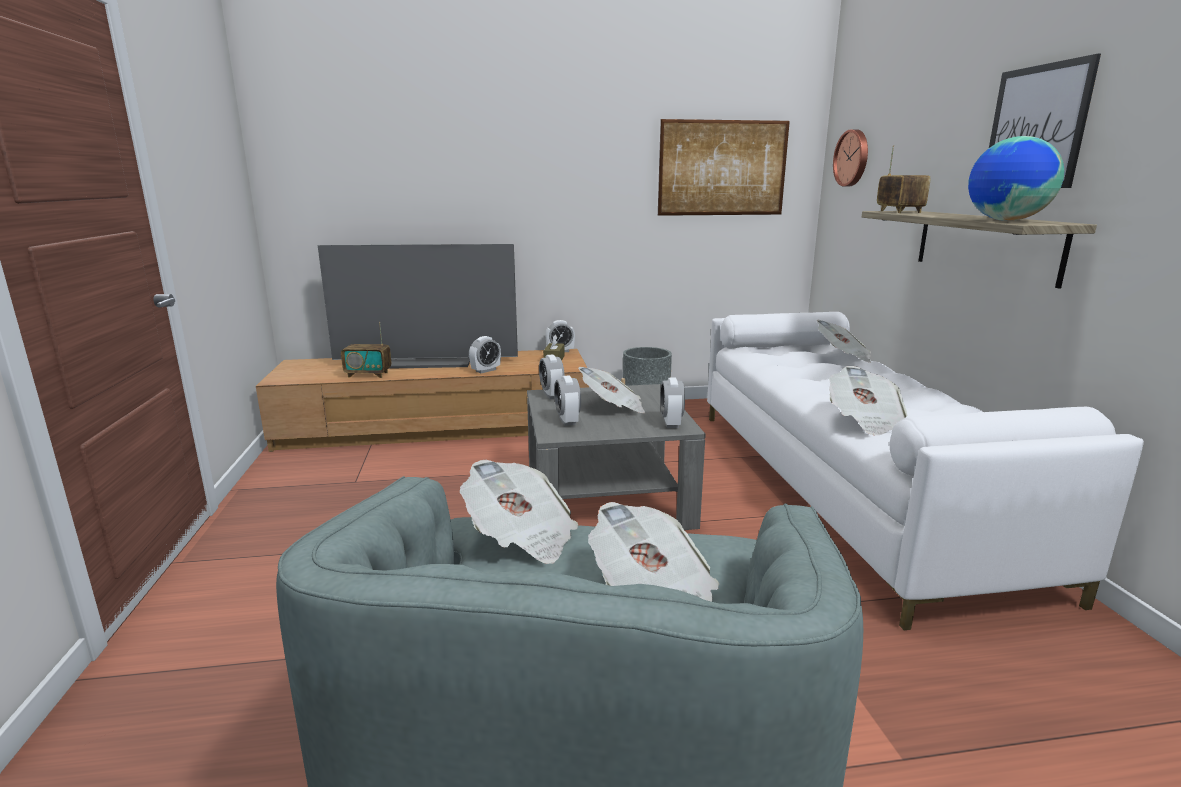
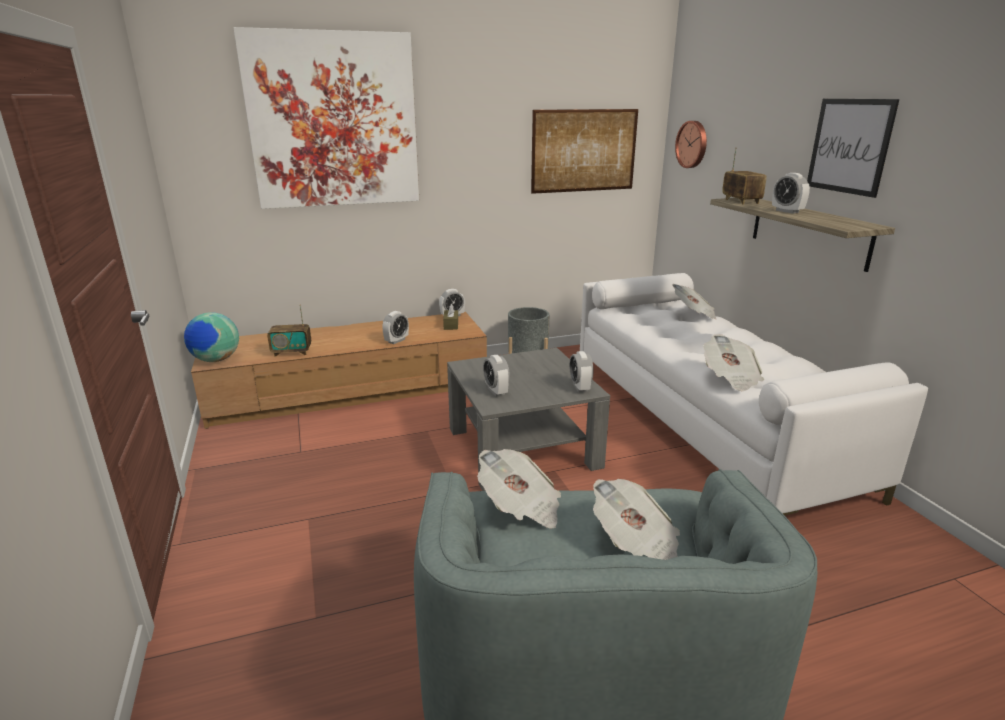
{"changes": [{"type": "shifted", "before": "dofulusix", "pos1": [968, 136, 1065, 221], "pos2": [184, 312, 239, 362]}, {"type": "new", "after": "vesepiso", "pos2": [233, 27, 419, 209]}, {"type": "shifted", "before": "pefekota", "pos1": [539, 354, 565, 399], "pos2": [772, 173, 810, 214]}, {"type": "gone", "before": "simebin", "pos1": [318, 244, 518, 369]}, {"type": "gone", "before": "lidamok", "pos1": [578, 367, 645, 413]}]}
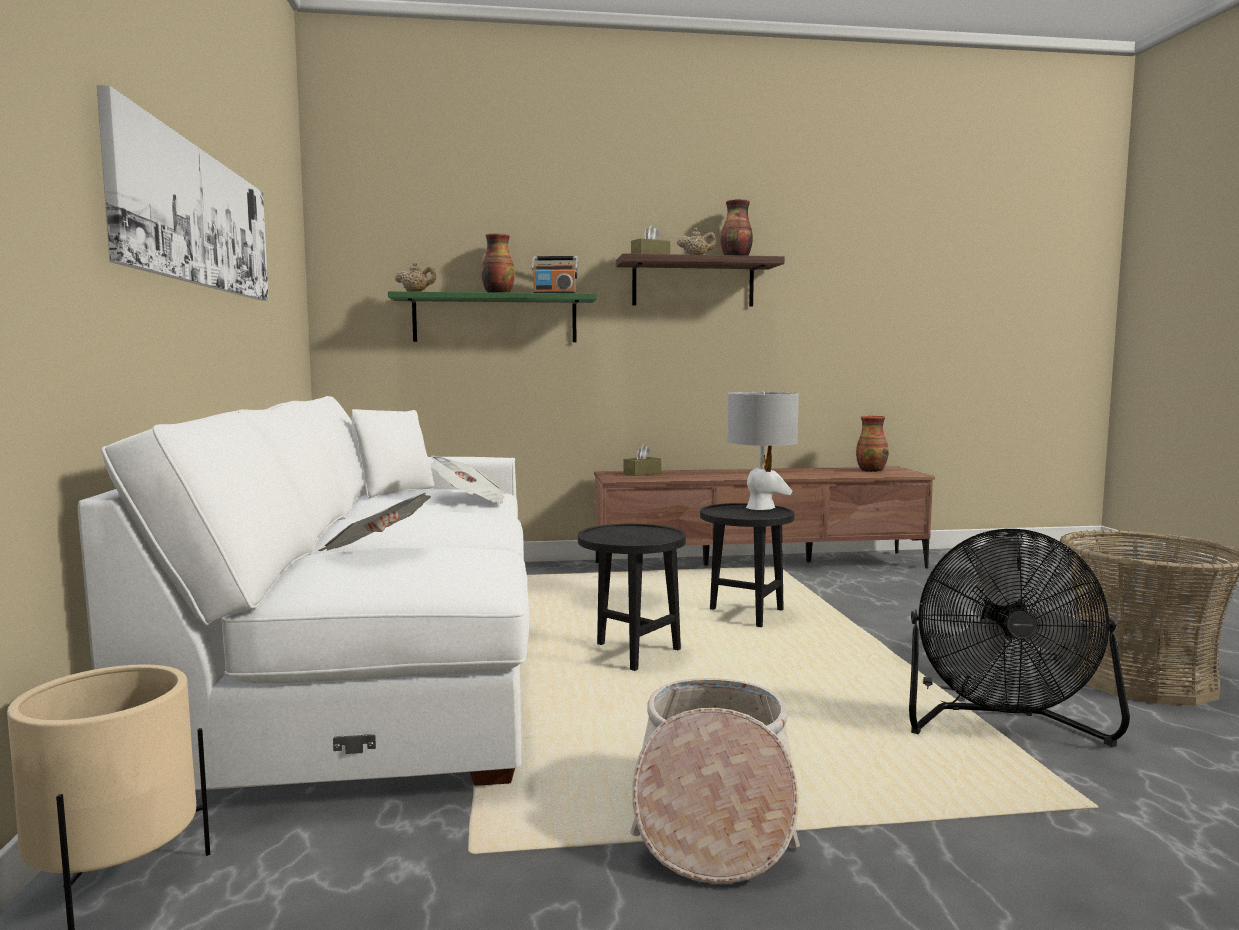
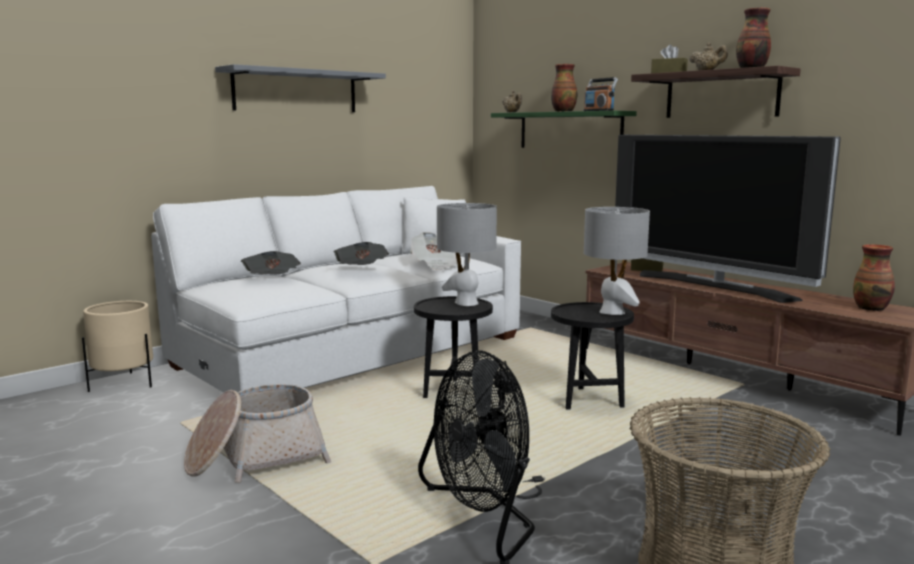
{"changes": [{"type": "swapped", "before": "vesepiso", "after": "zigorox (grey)", "pos1": [97, 85, 269, 301], "pos2": [215, 64, 386, 112]}, {"type": "new", "after": "lidamok", "pos2": [333, 242, 389, 265]}, {"type": "new", "after": "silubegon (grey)", "pos2": [437, 203, 497, 306]}, {"type": "new", "after": "simebin", "pos2": [615, 135, 841, 303]}]}
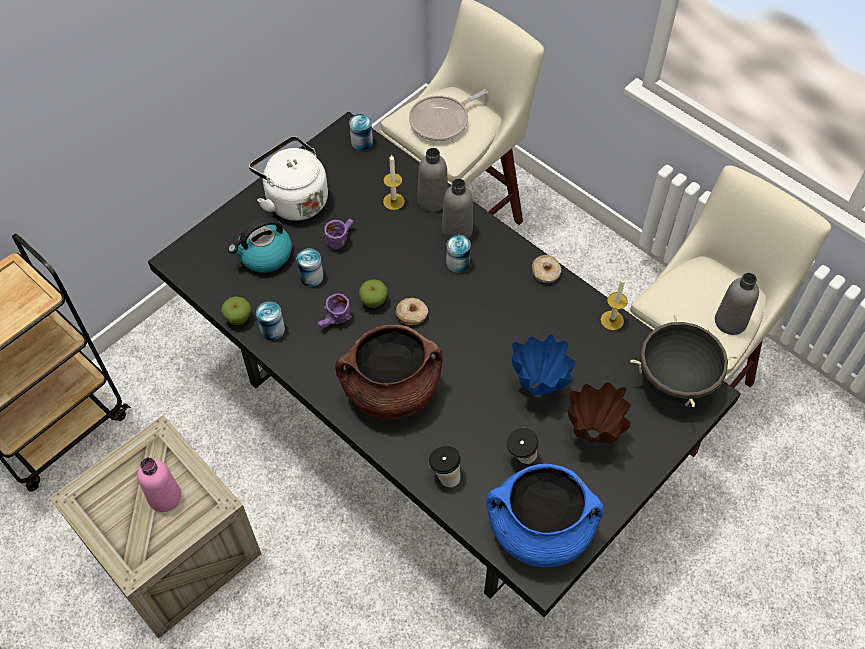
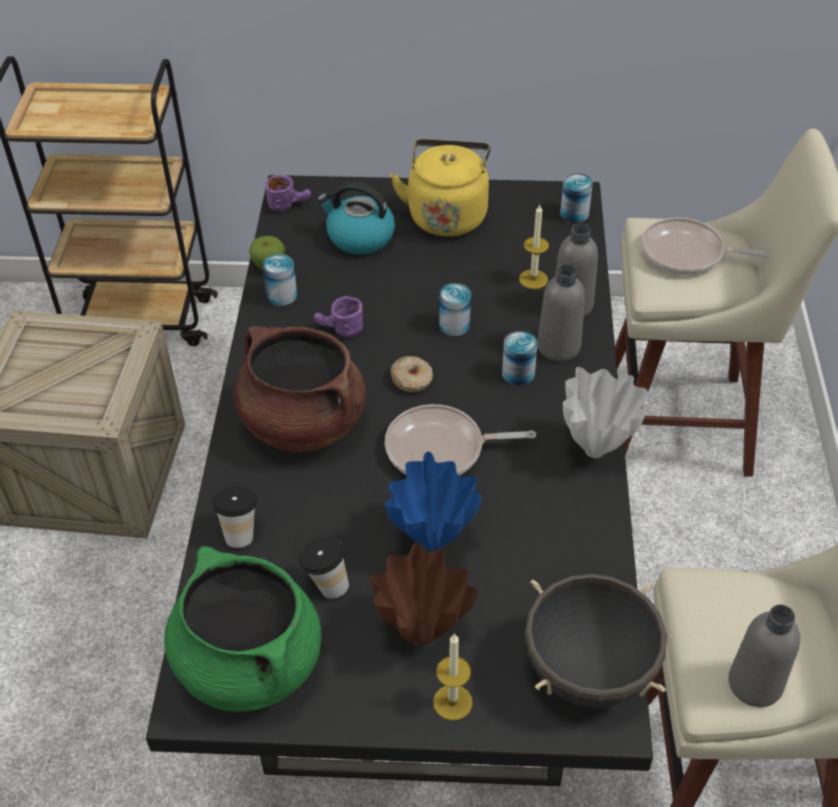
{"changes": [{"type": "repainted", "before": "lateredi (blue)", "after": "lateredi (green)", "pos1": [486, 464, 604, 567], "pos2": [164, 546, 321, 712]}, {"type": "shifted", "before": "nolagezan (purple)", "pos1": [323, 219, 354, 250], "pos2": [265, 175, 311, 212]}, {"type": "new", "after": "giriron", "pos2": [385, 404, 536, 476]}, {"type": "repainted", "before": "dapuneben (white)", "after": "dapuneben (yellow)", "pos1": [249, 136, 328, 221], "pos2": [390, 139, 491, 237]}, {"type": "shifted", "before": "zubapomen", "pos1": [601, 277, 628, 330], "pos2": [433, 633, 473, 720]}, {"type": "shifted", "before": "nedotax", "pos1": [297, 248, 324, 287], "pos2": [439, 283, 471, 336]}, {"type": "swapped", "before": "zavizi", "after": "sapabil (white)", "pos1": [532, 255, 561, 283], "pos2": [563, 367, 648, 458]}, {"type": "gone", "before": "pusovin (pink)", "pos1": [137, 457, 181, 512]}, {"type": "gone", "before": "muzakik", "pos1": [359, 280, 388, 308]}]}
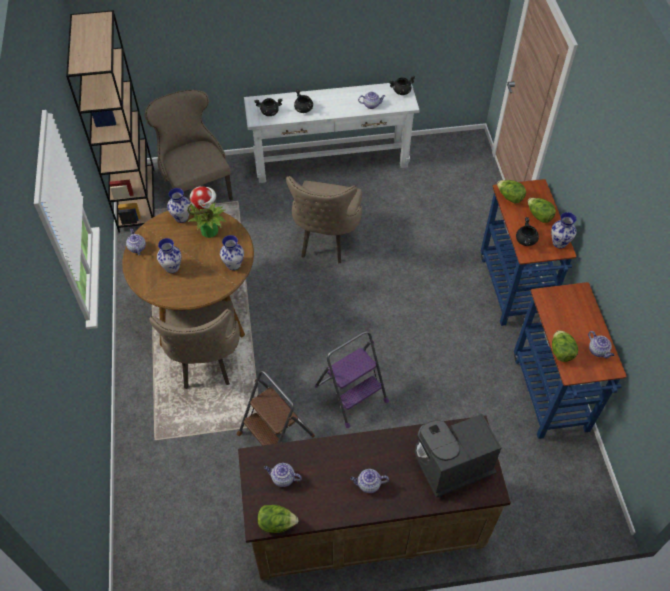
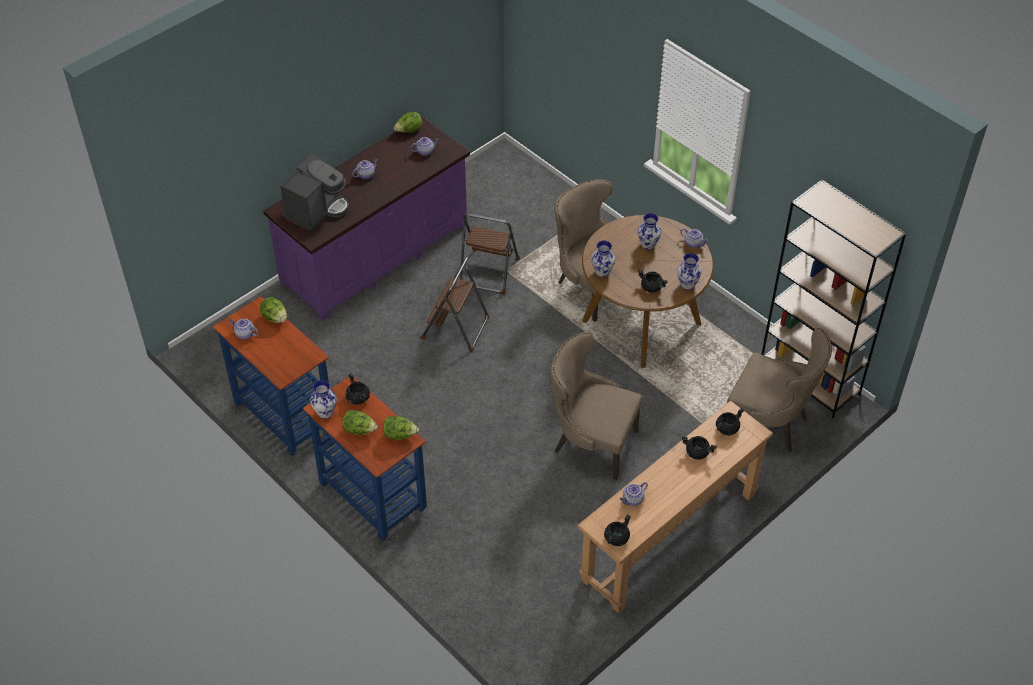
{"changes": [{"type": "repainted", "before": "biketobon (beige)", "after": "biketobon (purple)", "pos1": [238, 416, 511, 581], "pos2": [263, 116, 470, 320]}, {"type": "repainted", "before": "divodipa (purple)", "after": "divodipa (brown)", "pos1": [315, 331, 389, 428], "pos2": [420, 256, 489, 352]}, {"type": "rotated", "before": "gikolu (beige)", "pos1": [286, 176, 362, 264], "pos2": [550, 332, 642, 480], "turn": -45}, {"type": "repainted", "before": "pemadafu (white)", "after": "pemadafu (brown)", "pos1": [244, 83, 420, 183], "pos2": [577, 401, 773, 614]}, {"type": "swapped", "before": "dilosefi", "after": "lateredi (black)", "pos1": [187, 186, 226, 238], "pos2": [638, 270, 668, 293]}]}
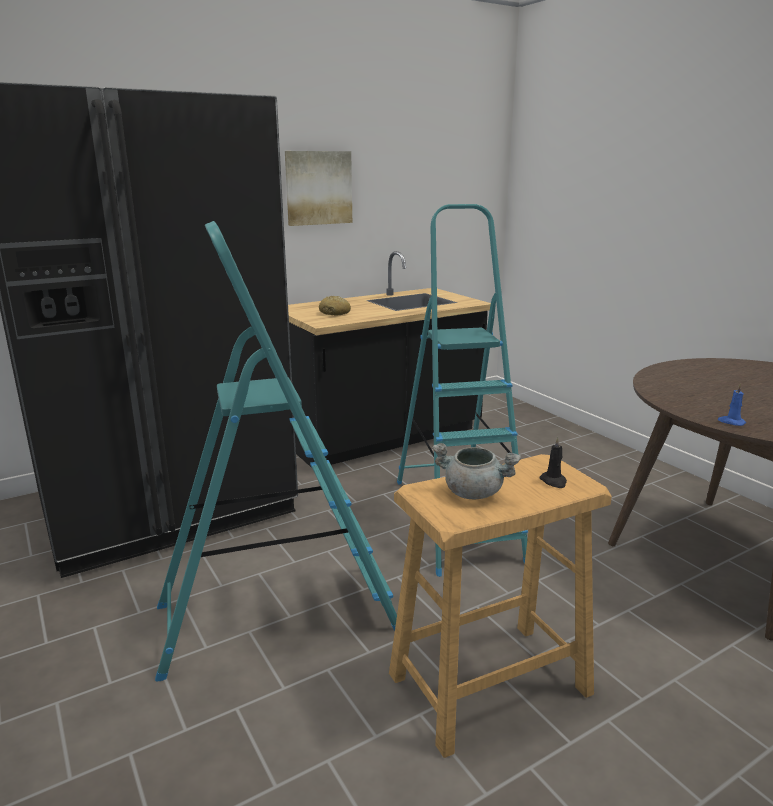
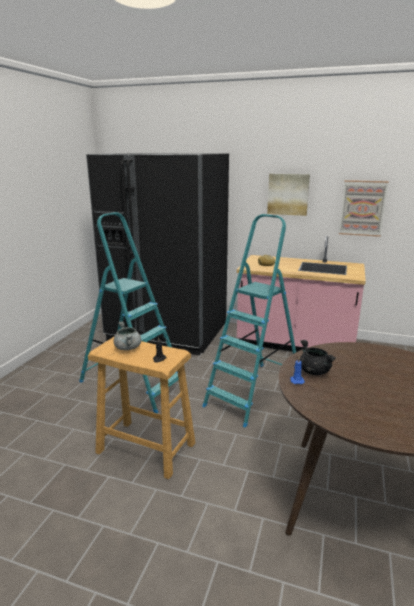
{"changes": [{"type": "repainted", "before": "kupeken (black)", "after": "kupeken (pink)", "pos1": [288, 251, 491, 468], "pos2": [237, 236, 366, 352]}, {"type": "new", "after": "lateredi (black)", "pos2": [300, 340, 336, 375]}, {"type": "new", "after": "vesepiso", "pos2": [339, 180, 389, 237]}]}
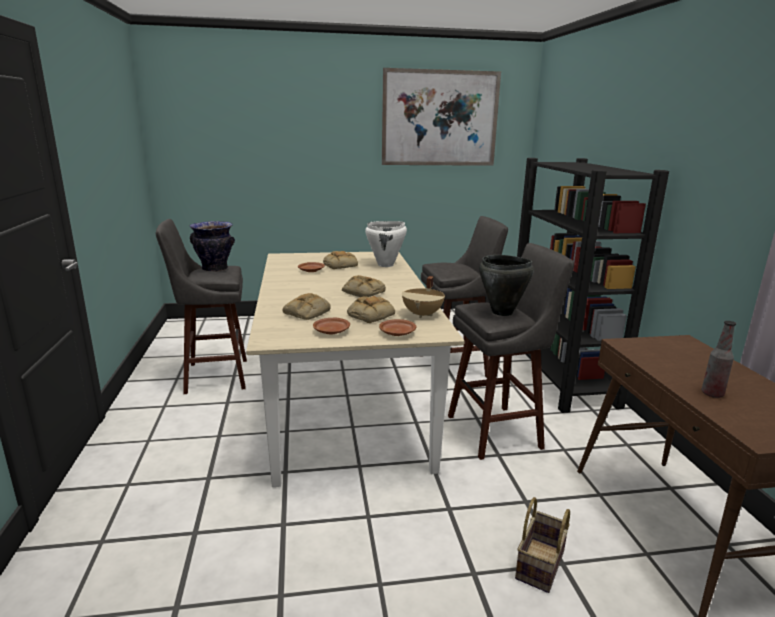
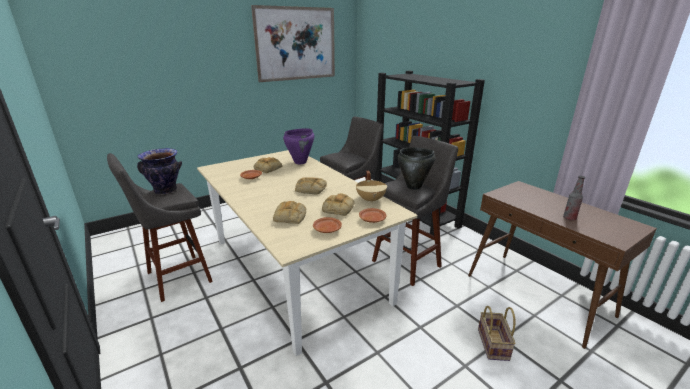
{"changes": [{"type": "repainted", "before": "lateredi (white)", "after": "lateredi (purple)", "pos1": [365, 221, 407, 267], "pos2": [283, 128, 314, 164]}]}
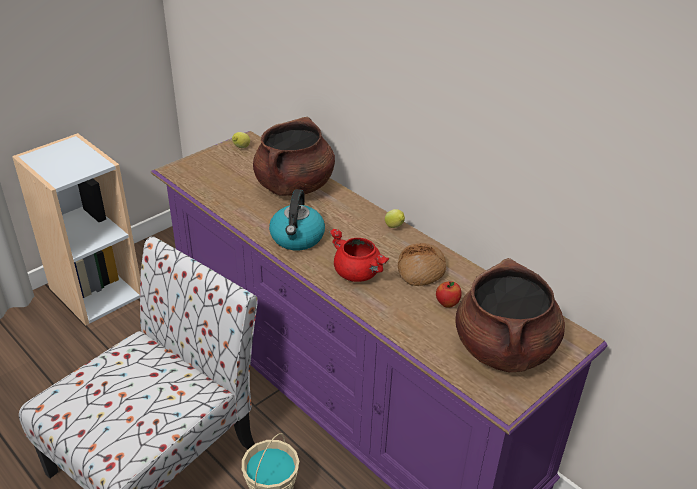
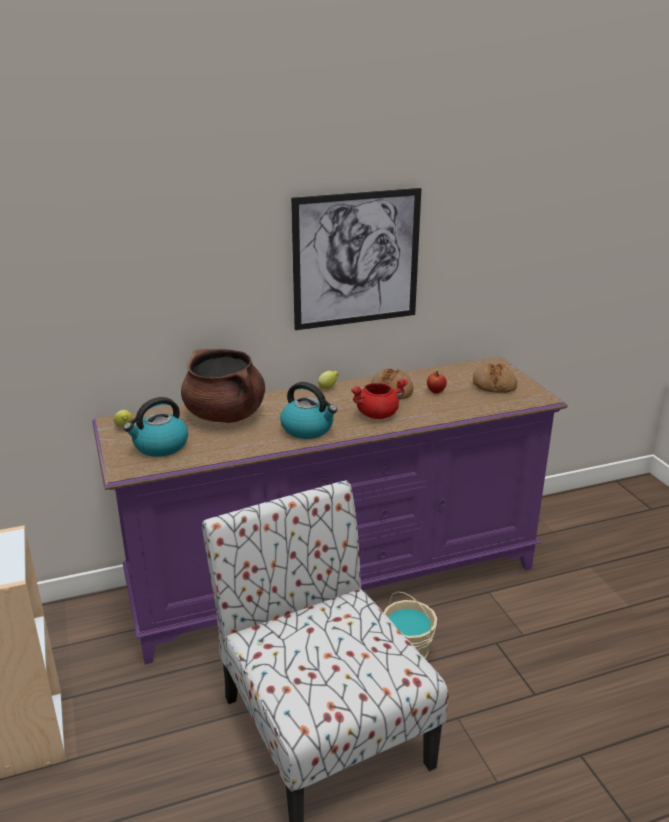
{"changes": [{"type": "new", "after": "dapuneben", "pos2": [123, 397, 188, 457]}, {"type": "new", "after": "vesepiso", "pos2": [291, 188, 421, 330]}, {"type": "swapped", "before": "lateredi (brown)", "after": "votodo", "pos1": [455, 258, 565, 372], "pos2": [473, 363, 517, 393]}]}
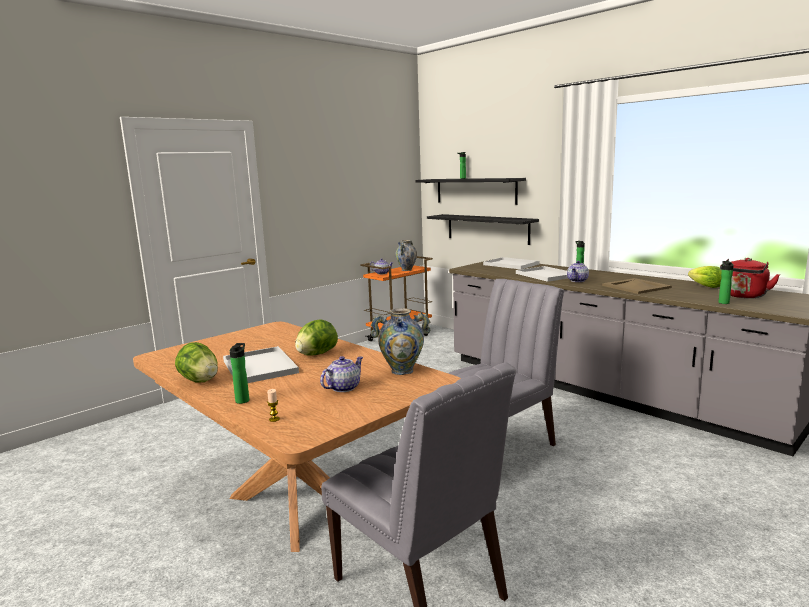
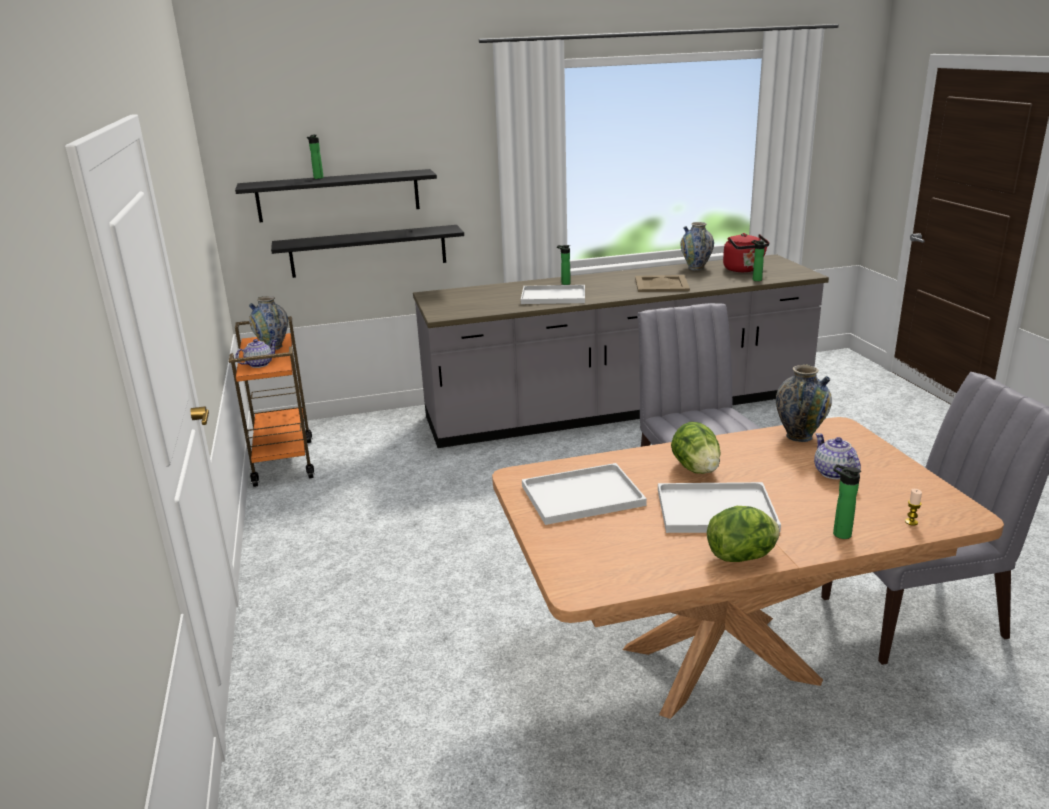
{"changes": [{"type": "shifted", "before": "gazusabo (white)", "pos1": [483, 257, 540, 269], "pos2": [522, 463, 647, 525]}, {"type": "swapped", "before": "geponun", "after": "sapabil", "pos1": [688, 266, 722, 288], "pos2": [681, 222, 714, 270]}, {"type": "gone", "before": "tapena", "pos1": [567, 261, 589, 282]}]}
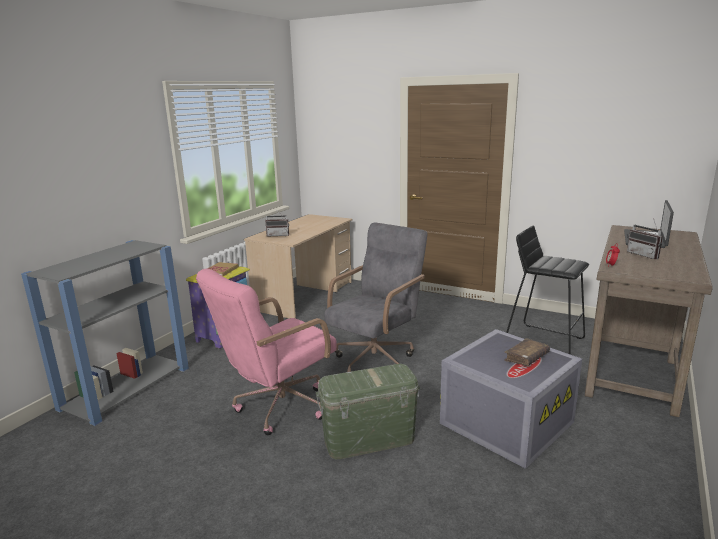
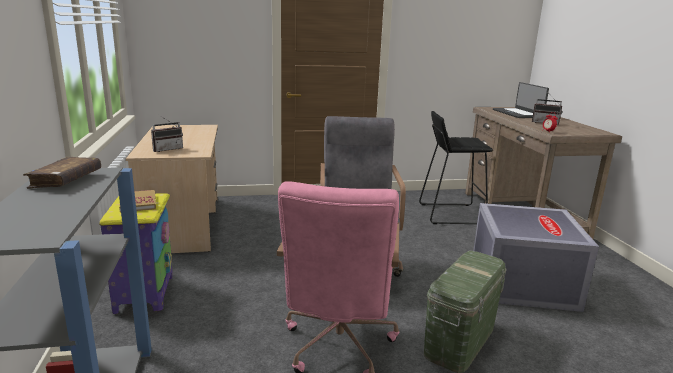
{"changes": [{"type": "shifted", "before": "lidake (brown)", "pos1": [504, 338, 550, 366], "pos2": [23, 157, 101, 189]}]}
